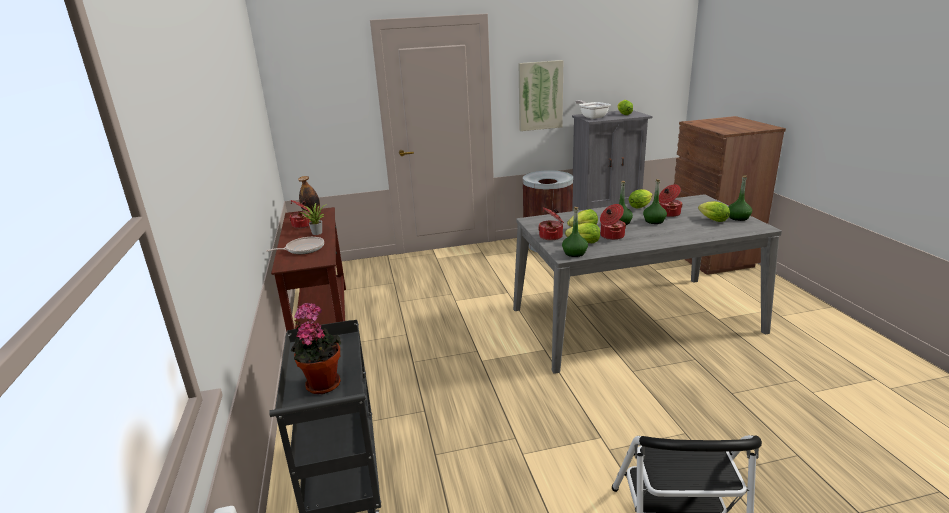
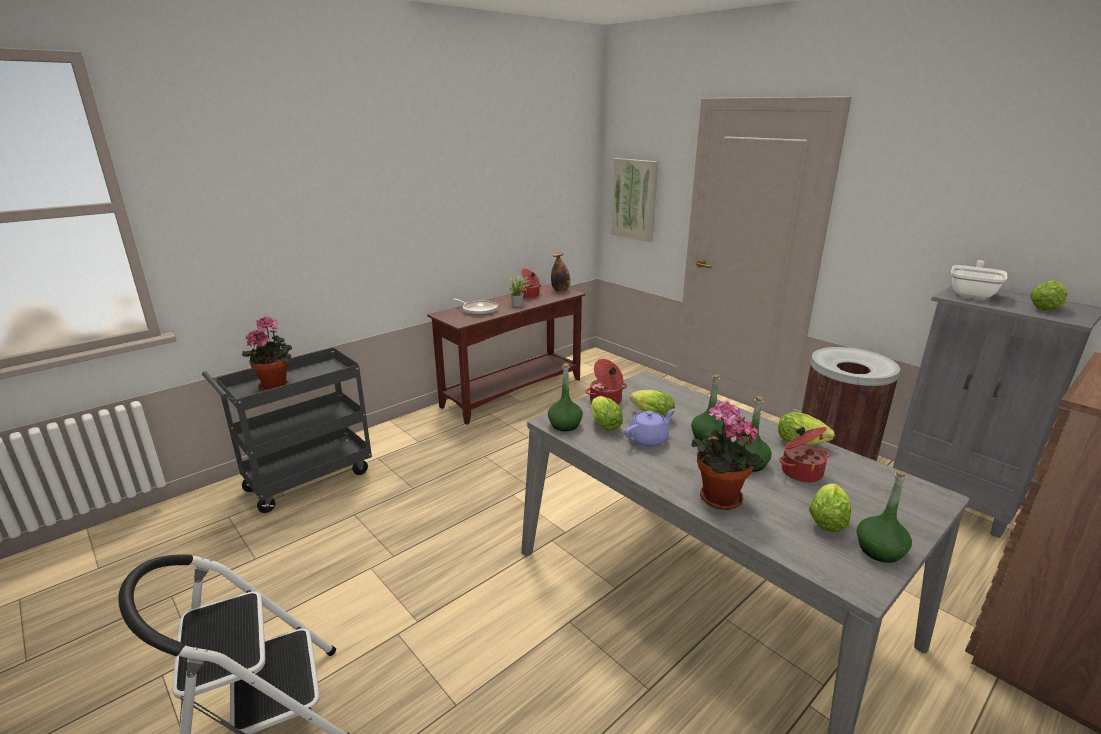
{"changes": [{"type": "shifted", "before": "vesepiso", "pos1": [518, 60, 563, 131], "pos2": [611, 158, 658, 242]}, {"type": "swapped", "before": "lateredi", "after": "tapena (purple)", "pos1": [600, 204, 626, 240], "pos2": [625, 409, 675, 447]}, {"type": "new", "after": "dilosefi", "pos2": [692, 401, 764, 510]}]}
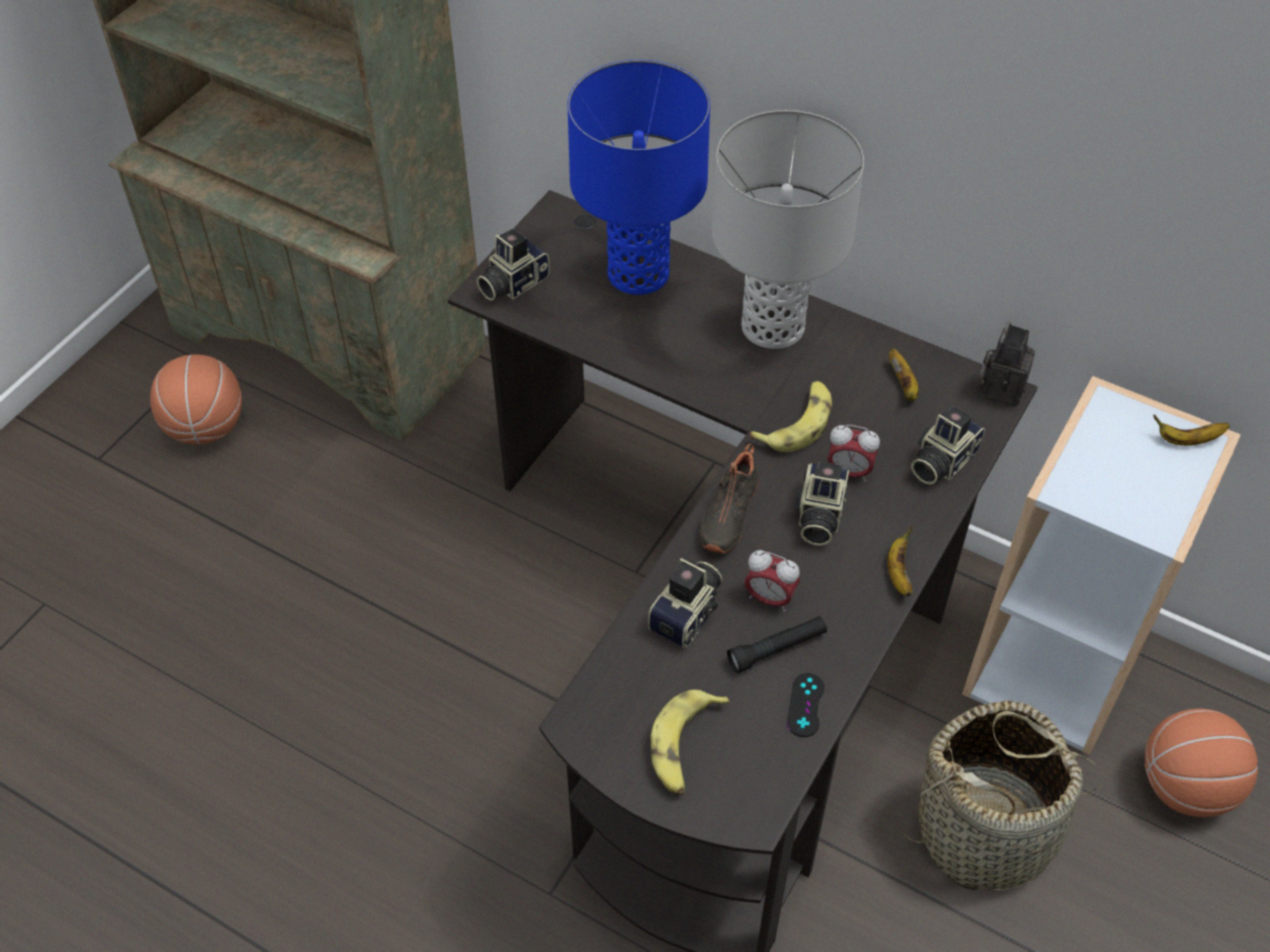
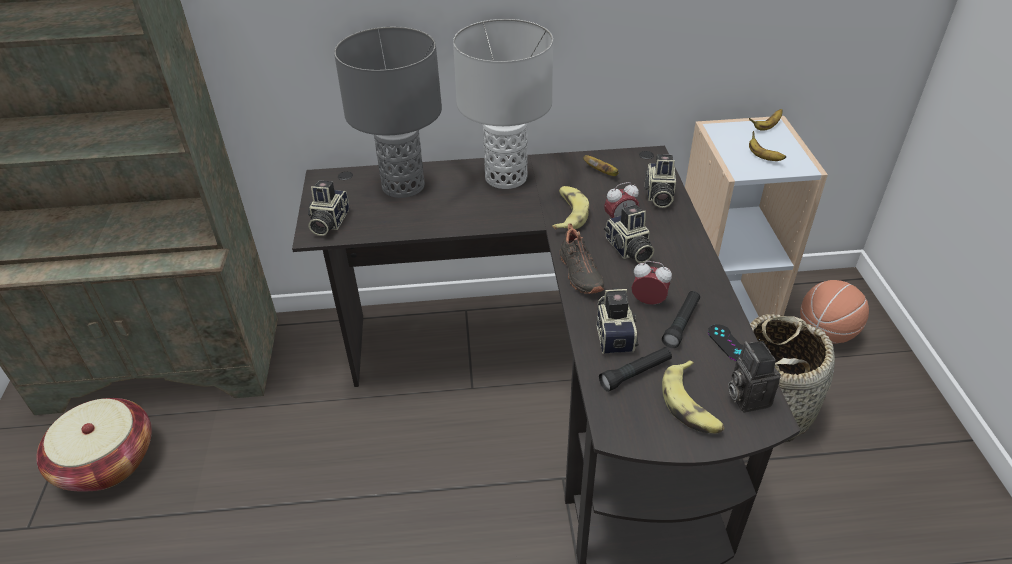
{"changes": [{"type": "swapped", "before": "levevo", "after": "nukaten", "pos1": [150, 354, 242, 445], "pos2": [36, 398, 152, 492]}, {"type": "repainted", "before": "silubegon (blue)", "after": "silubegon (grey)", "pos1": [568, 60, 710, 295], "pos2": [334, 26, 442, 198]}, {"type": "new", "after": "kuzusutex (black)", "pos2": [599, 347, 672, 392]}, {"type": "rotated", "before": "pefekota", "pos1": [745, 550, 800, 612], "pos2": [632, 261, 672, 305], "turn": -150}, {"type": "shifted", "before": "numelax", "pos1": [980, 322, 1035, 407], "pos2": [728, 341, 781, 413]}, {"type": "shifted", "before": "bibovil", "pos1": [887, 526, 912, 596], "pos2": [749, 131, 787, 161]}]}
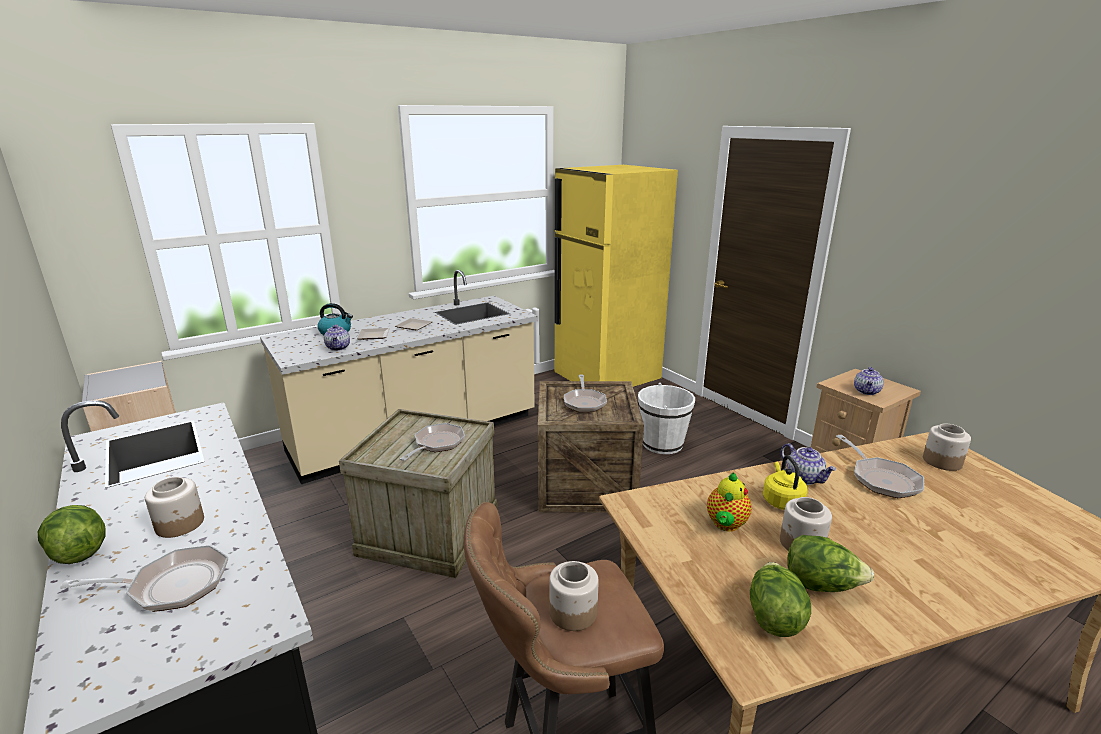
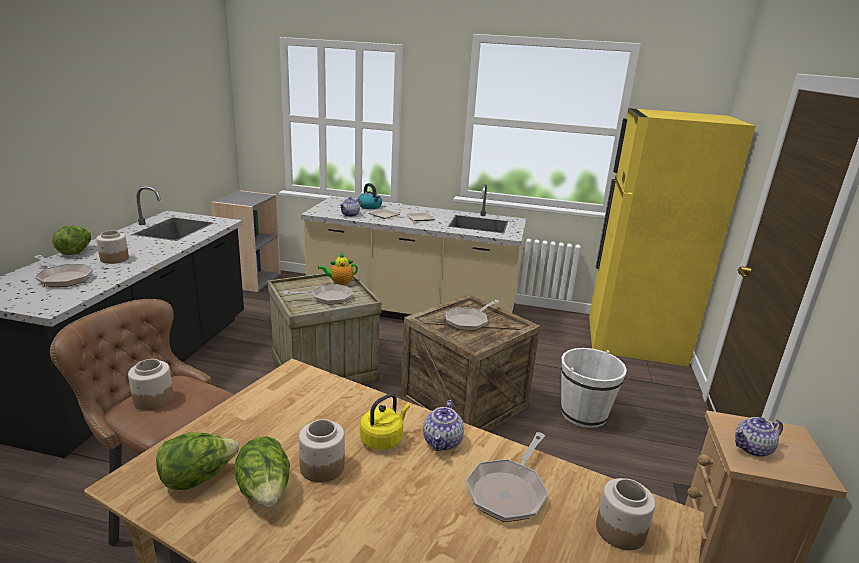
{"changes": [{"type": "shifted", "before": "tapena", "pos1": [707, 472, 751, 532], "pos2": [318, 253, 358, 285]}]}
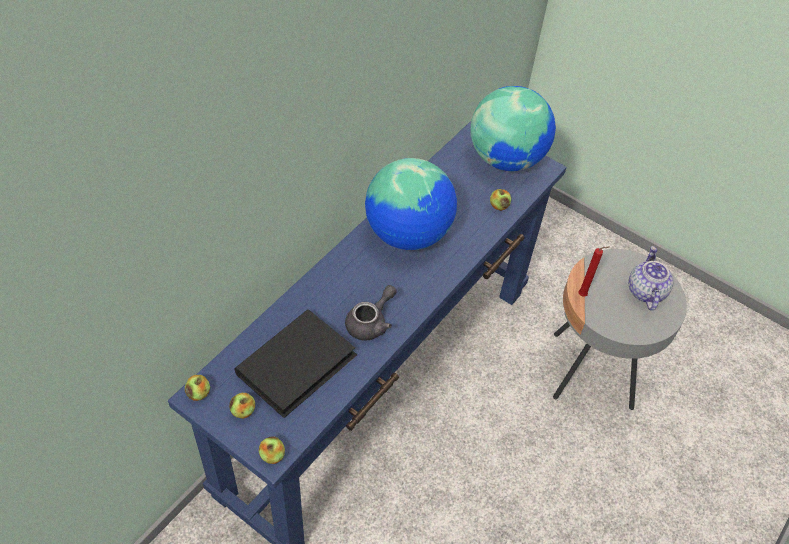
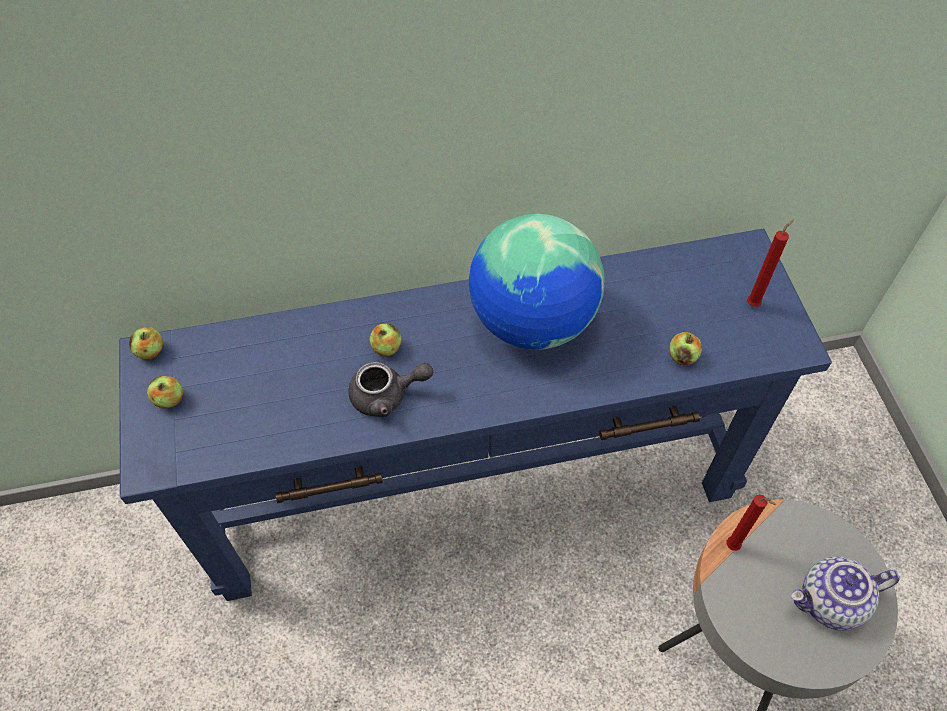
{"changes": [{"type": "shifted", "before": "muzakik", "pos1": [259, 436, 285, 464], "pos2": [370, 324, 402, 357]}, {"type": "swapped", "before": "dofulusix", "after": "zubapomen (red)", "pos1": [471, 86, 556, 171], "pos2": [747, 219, 794, 307]}, {"type": "rotated", "before": "tapena", "pos1": [628, 246, 674, 311], "pos2": [790, 556, 900, 631], "turn": -150}, {"type": "gone", "before": "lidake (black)", "pos1": [235, 309, 357, 418]}]}
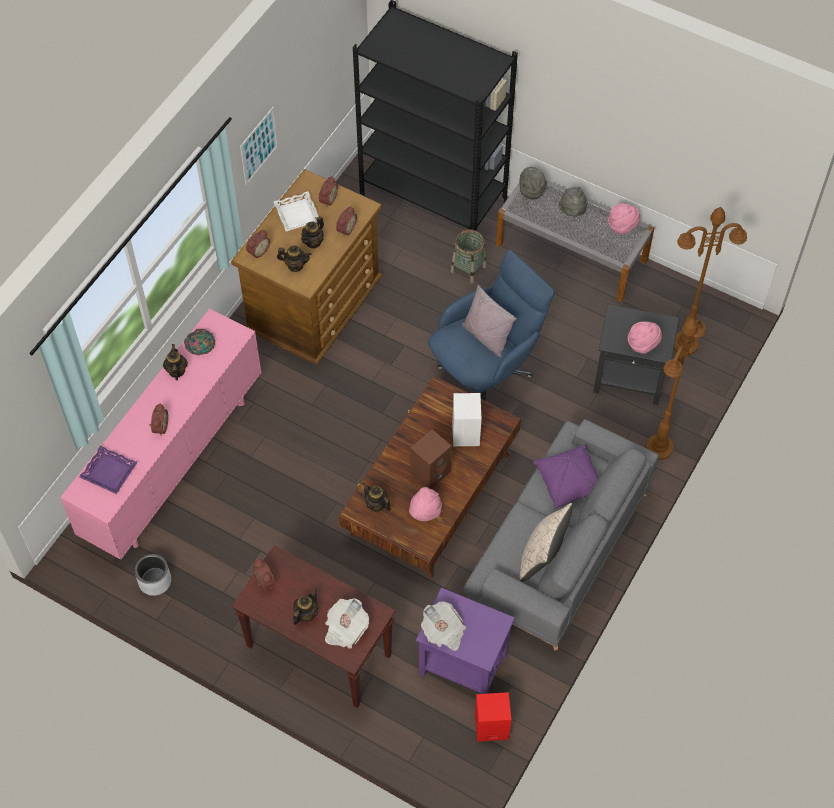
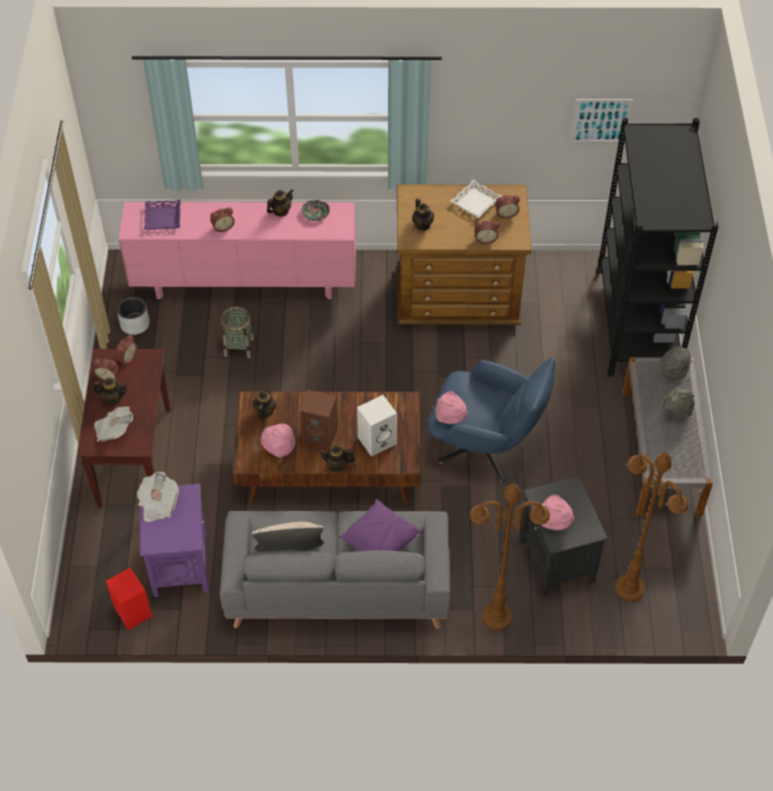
{"changes": [{"type": "shifted", "before": "pefekota", "pos1": [246, 230, 270, 259], "pos2": [92, 359, 119, 381]}, {"type": "shifted", "before": "nukaten", "pos1": [451, 229, 486, 284], "pos2": [221, 306, 254, 358]}, {"type": "shifted", "before": "tapena", "pos1": [301, 216, 324, 249], "pos2": [319, 445, 355, 472]}, {"type": "shifted", "before": "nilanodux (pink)", "pos1": [608, 204, 640, 235], "pos2": [435, 391, 467, 424]}, {"type": "shifted", "before": "vesepiso", "pos1": [240, 107, 278, 185], "pos2": [570, 99, 634, 143]}, {"type": "gone", "before": "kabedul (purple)", "pos1": [462, 285, 517, 357]}]}
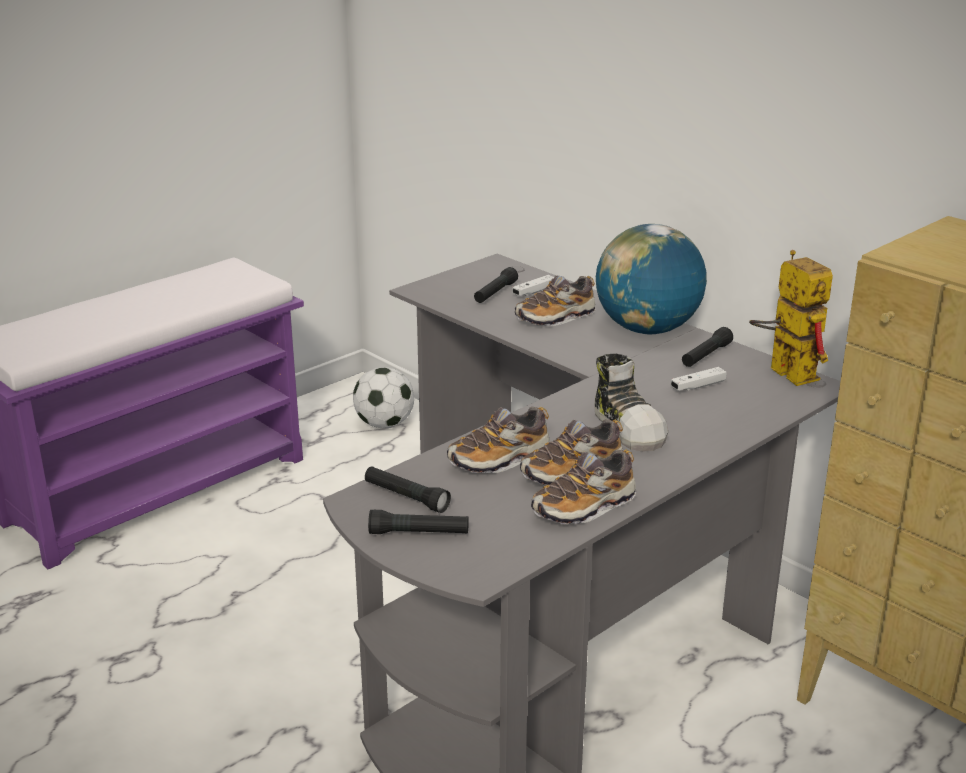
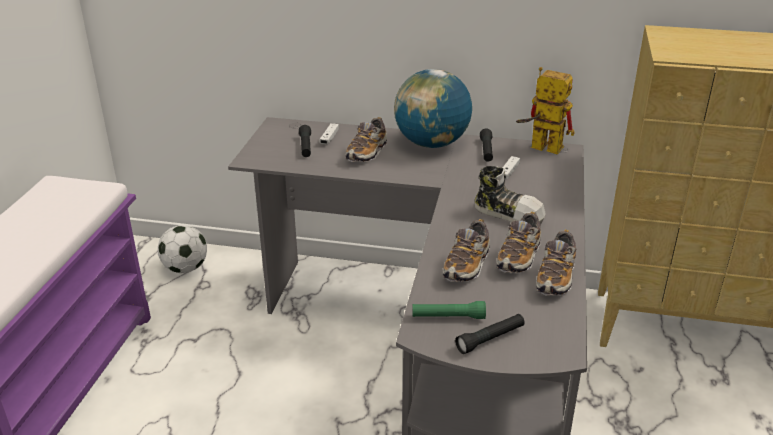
{"changes": [{"type": "repainted", "before": "kuzusutex (black)", "after": "kuzusutex (green)", "pos1": [365, 466, 451, 513], "pos2": [412, 301, 486, 319]}]}
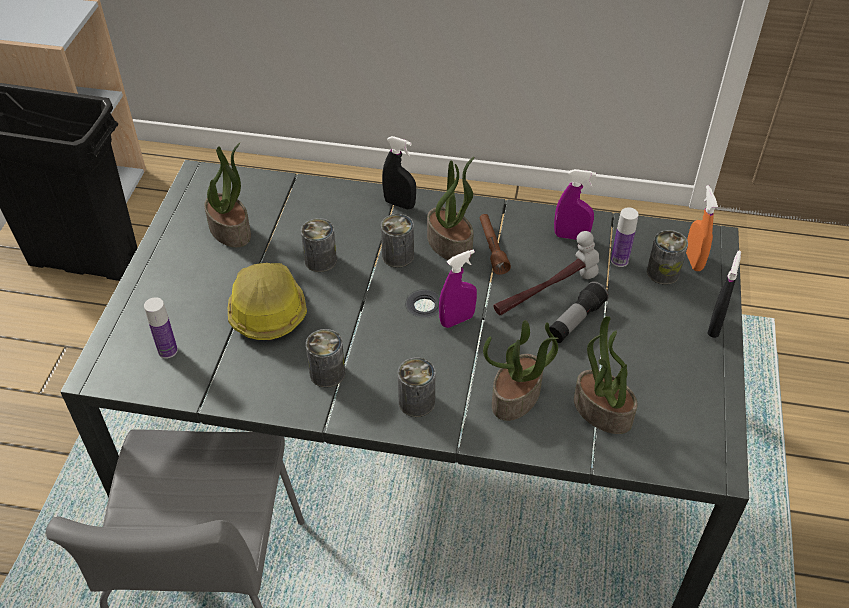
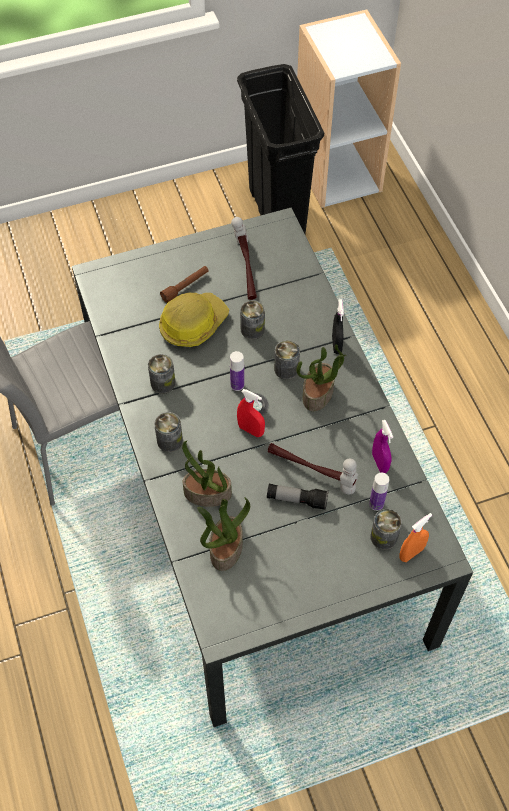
{"changes": [{"type": "shifted", "before": "kuzusutex (brown)", "pos1": [480, 214, 511, 275], "pos2": [160, 266, 209, 303]}, {"type": "shifted", "before": "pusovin", "pos1": [144, 297, 178, 359], "pos2": [230, 351, 244, 391]}, {"type": "swapped", "before": "dilosefi", "after": "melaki", "pos1": [204, 143, 251, 247], "pos2": [231, 217, 257, 300]}, {"type": "repainted", "before": "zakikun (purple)", "after": "zakikun (red)", "pos1": [439, 250, 477, 328], "pos2": [237, 389, 265, 437]}, {"type": "gone", "before": "zakikun (black)", "pos1": [707, 251, 741, 338]}]}
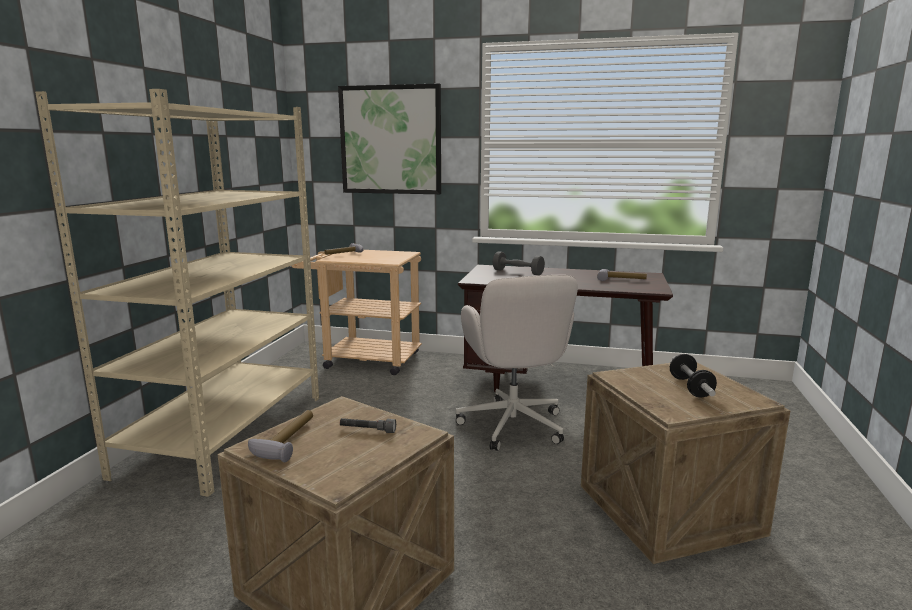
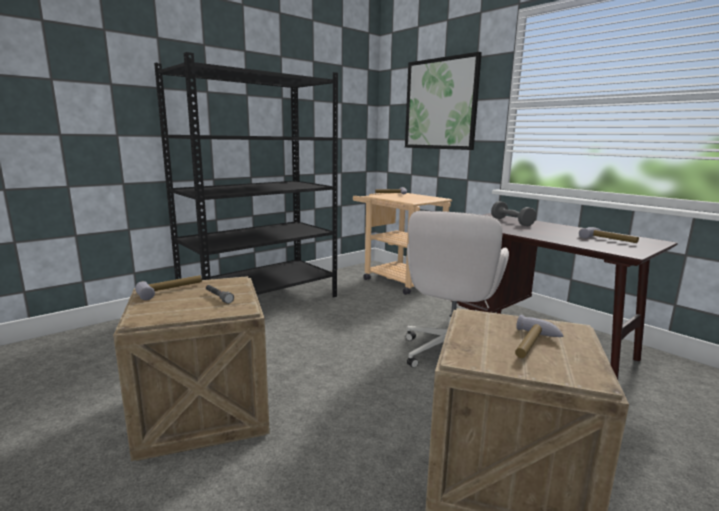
{"changes": [{"type": "repainted", "before": "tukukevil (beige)", "after": "tukukevil (black)", "pos1": [35, 89, 319, 497], "pos2": [154, 52, 338, 297]}, {"type": "swapped", "before": "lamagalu", "after": "melaki", "pos1": [670, 354, 717, 398], "pos2": [515, 314, 563, 358]}]}
